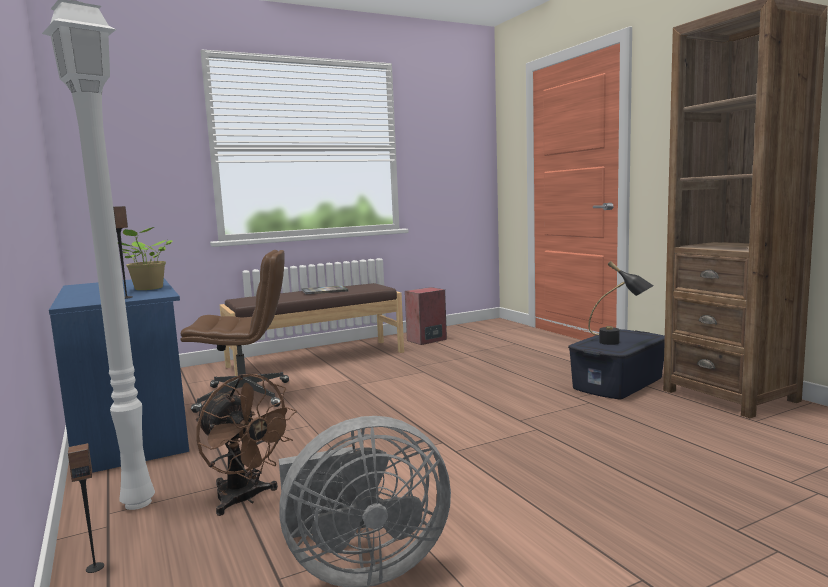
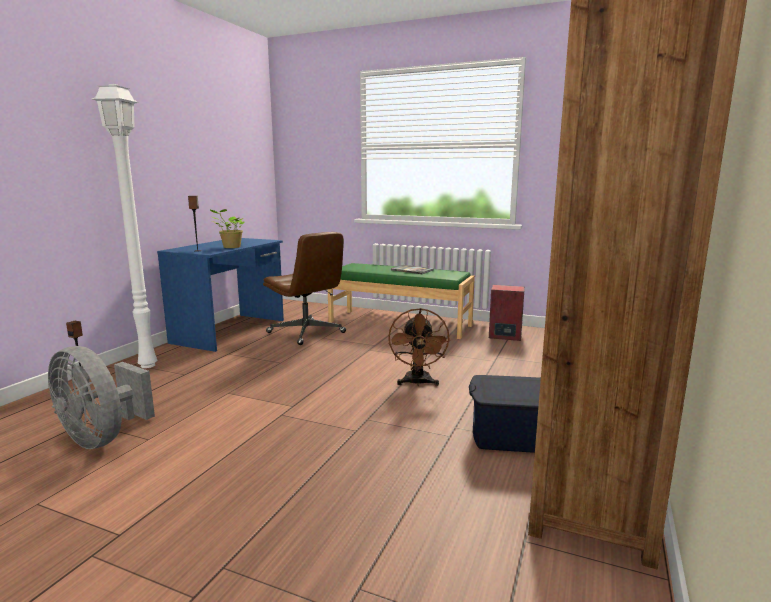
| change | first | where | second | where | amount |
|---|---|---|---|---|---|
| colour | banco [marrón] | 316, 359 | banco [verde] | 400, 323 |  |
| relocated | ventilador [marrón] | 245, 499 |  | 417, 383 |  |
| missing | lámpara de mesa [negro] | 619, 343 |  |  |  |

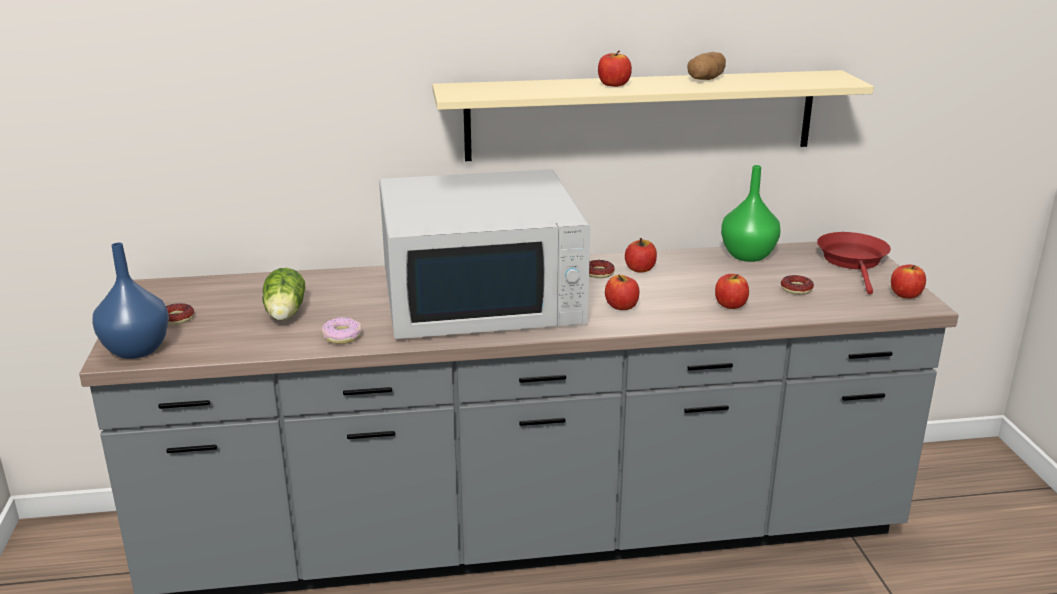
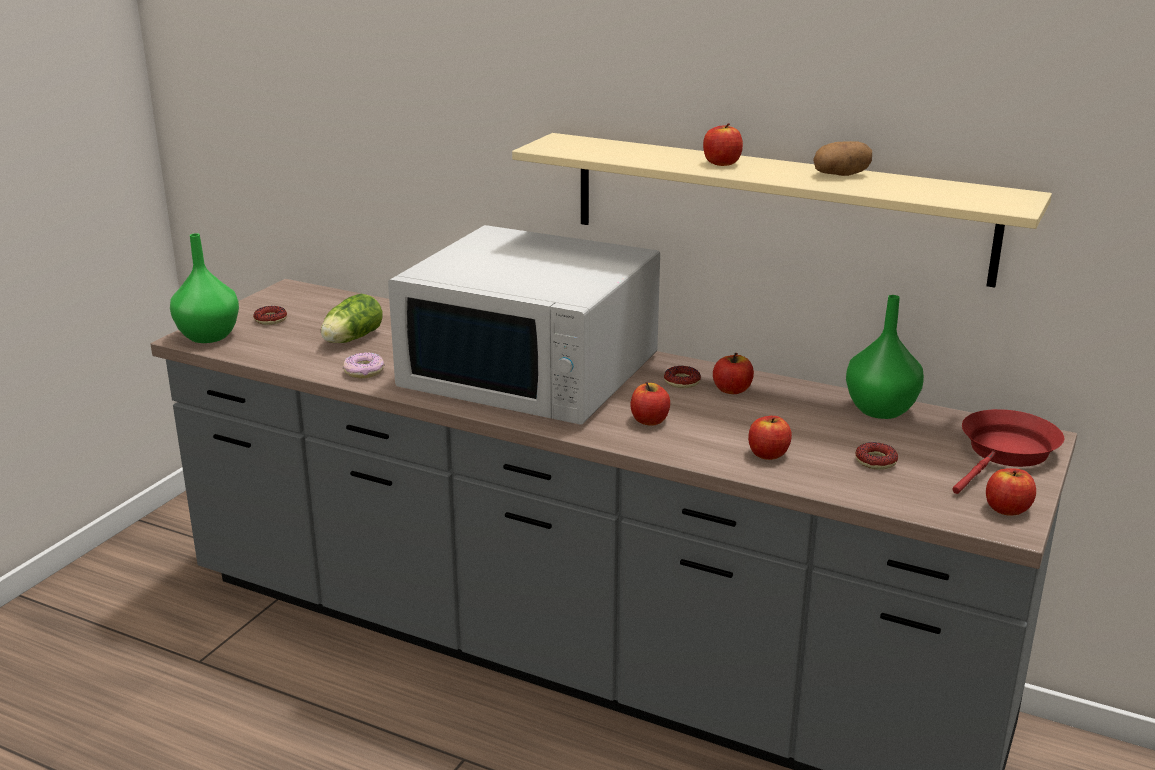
| change | first | where | second | where | amount |
|---|---|---|---|---|---|
| colour | florero [azul] | 137, 350 | florero [verde] | 208, 337 |  |

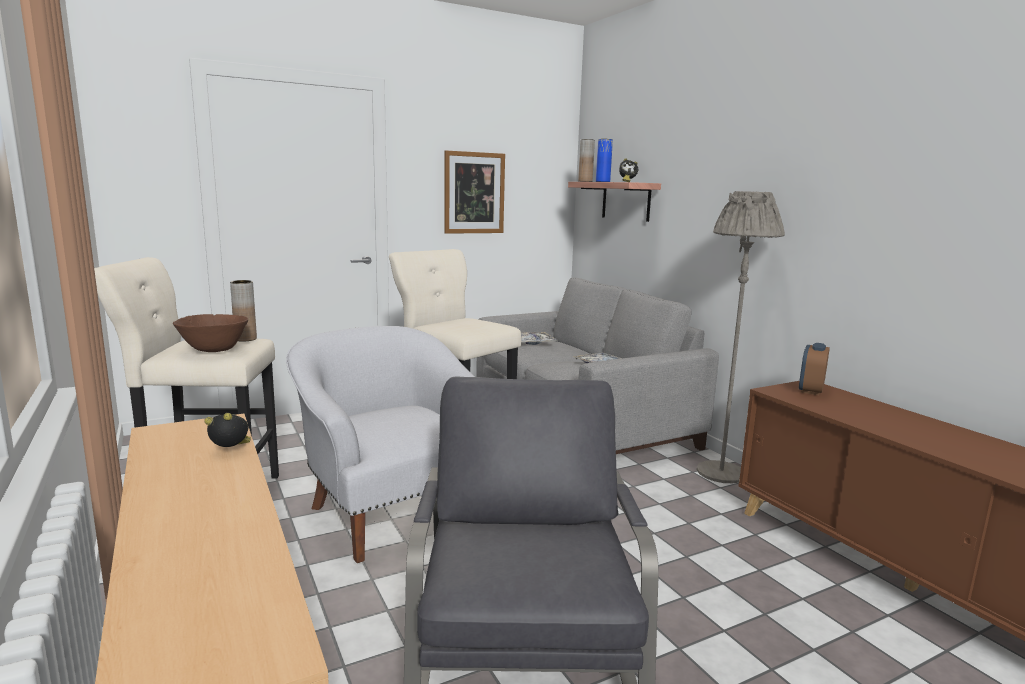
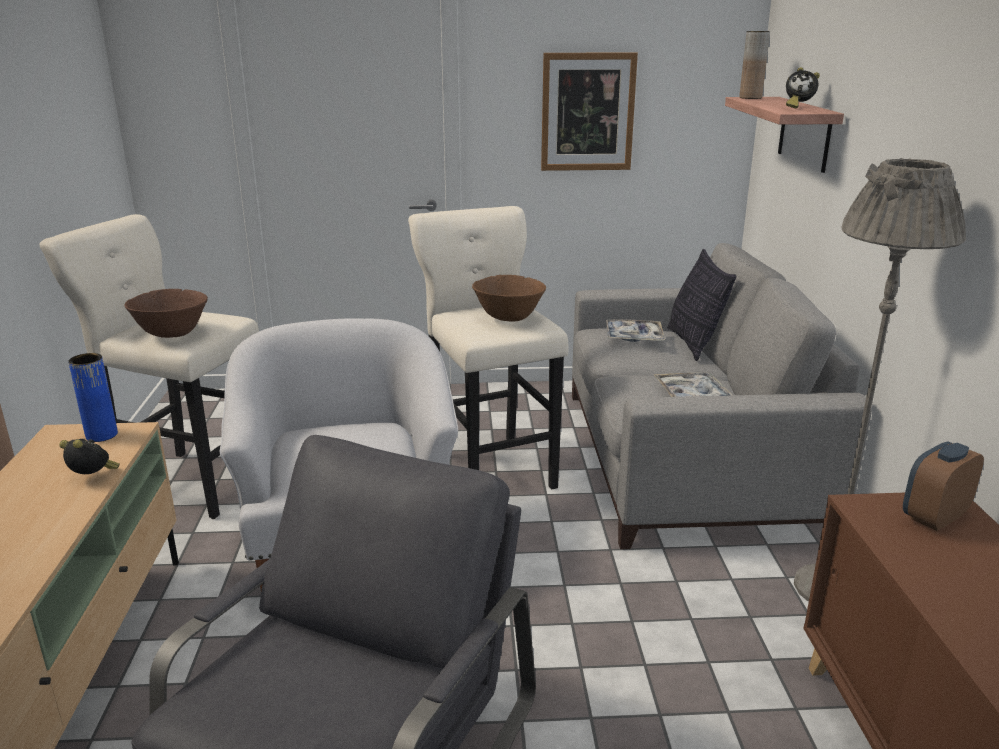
| change | first | where | second | where | amount |
|---|---|---|---|---|---|
| relocated | florero [azul] | 602, 182 |  | 101, 435 |  |
| appeared |  |  | cuenco [marrón] | 508, 318 |  |
| appeared |  |  | cojín | 694, 344 |  |
| missing | florero [marrón] | 245, 339 |  |  |  |

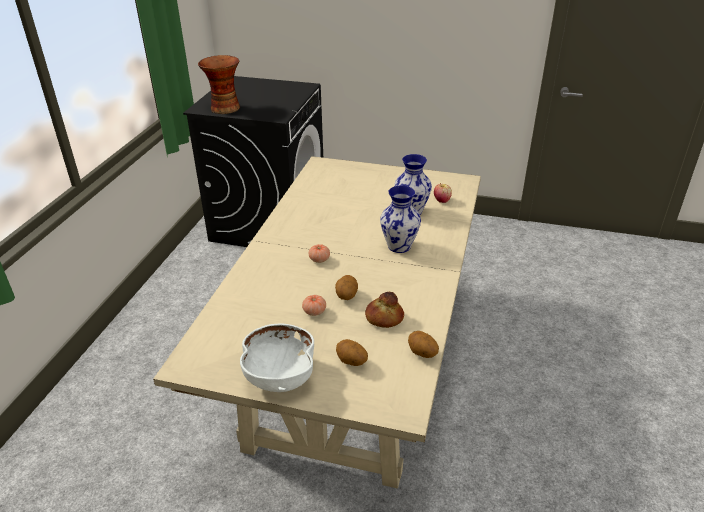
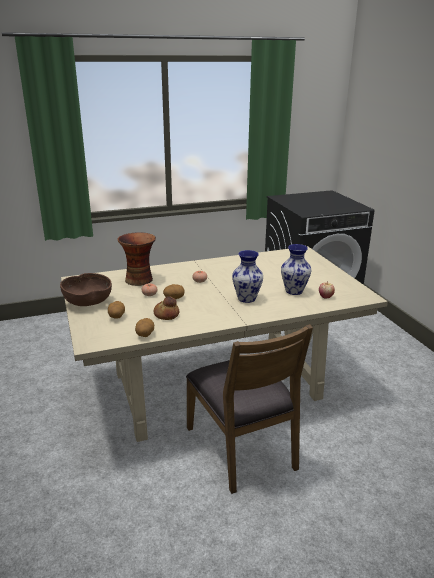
| change | first | where | second | where | amount |
|---|---|---|---|---|---|
| colour | cuenco [blanco] | 279, 375 | cuenco [marrón] | 88, 302 |  |
| relocated | florero | 224, 108 |  | 139, 279 |  |
| appeared |  |  | silla [marrón] | 242, 447 |  |

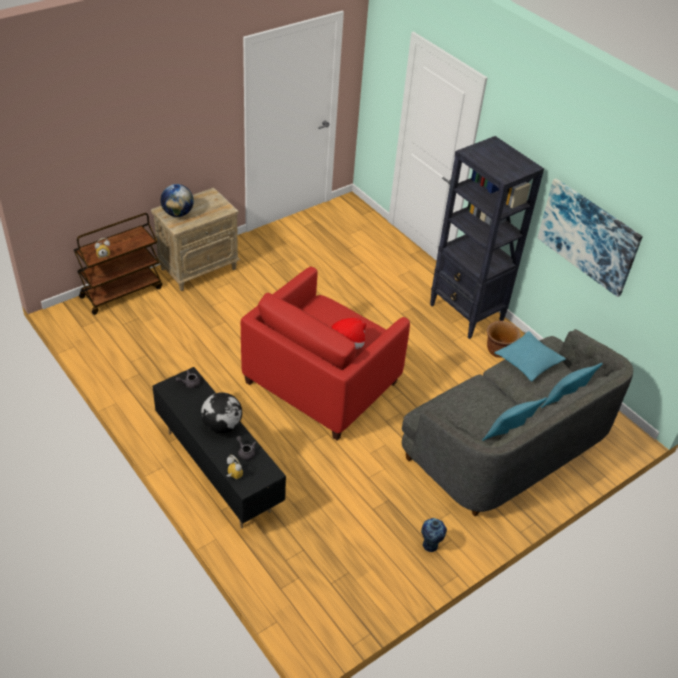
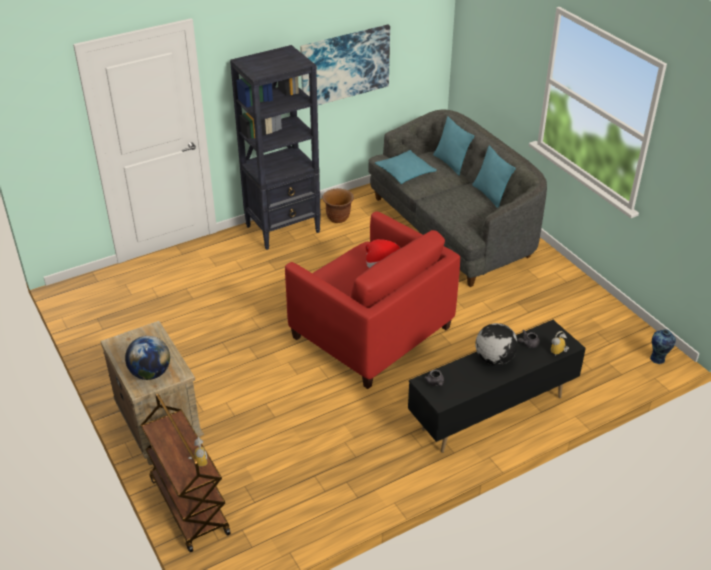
| change | first | where | second | where | amount |
|---|---|---|---|---|---|
| relocated | florero | 430, 546 |  | 658, 359 |  |

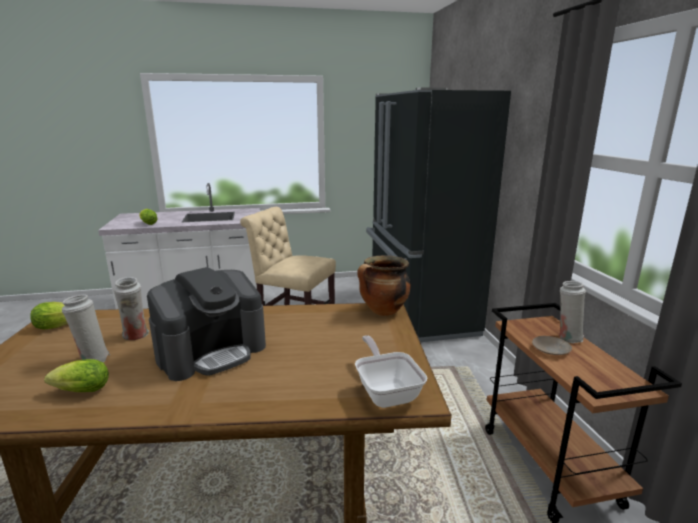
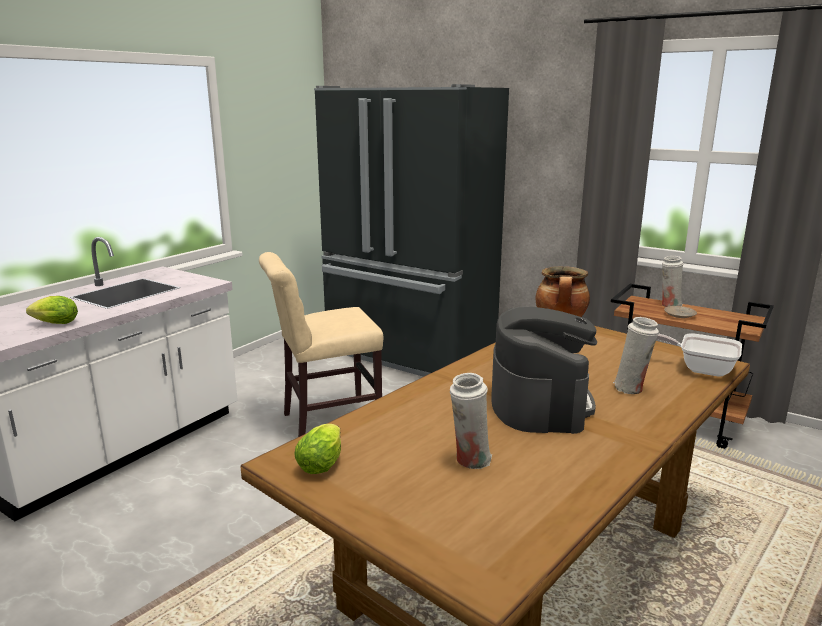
| change | first | where | second | where | amount |
|---|---|---|---|---|---|
| relocated | florero [blanco] | 136, 336 |  | 631, 389 |  |
| missing | lechuga | 79, 391 |  |  |  |

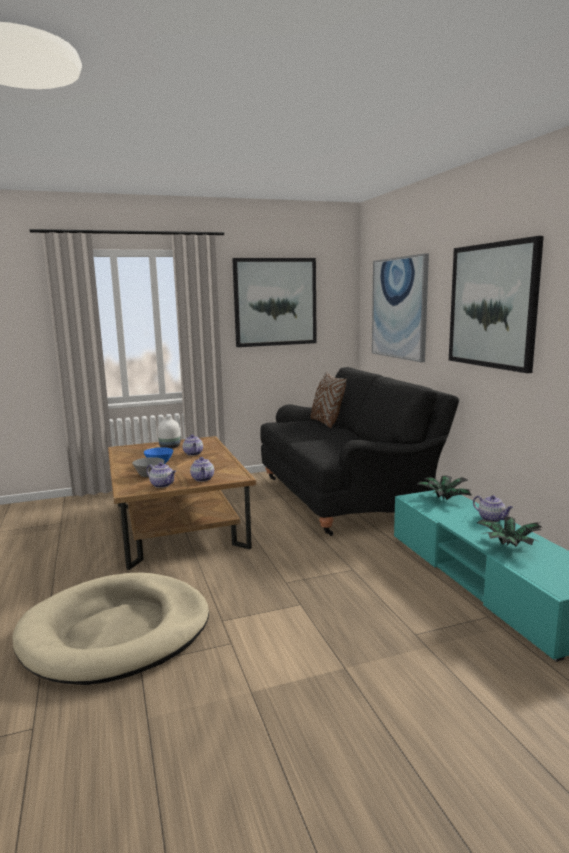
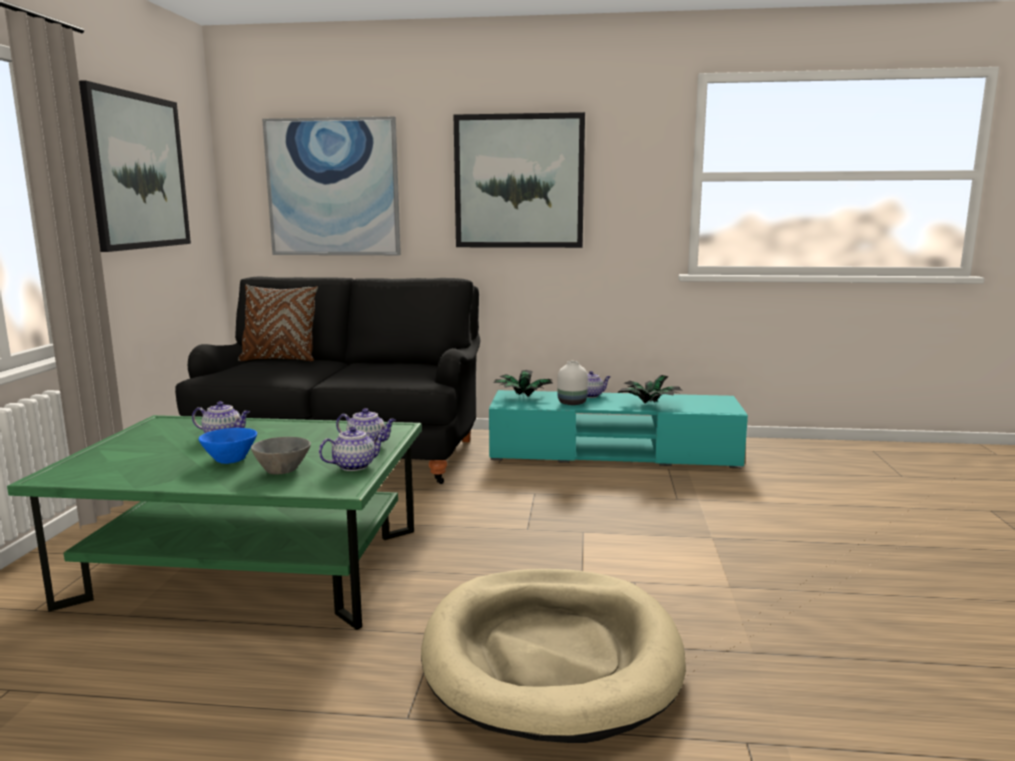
| change | first | where | second | where | amount |
|---|---|---|---|---|---|
| colour | mesa de centro [marrón] | 178, 525 | mesa de centro [verde] | 250, 566 |  |
| relocated | florero [blanco] | 169, 447 |  | 571, 403 |  |

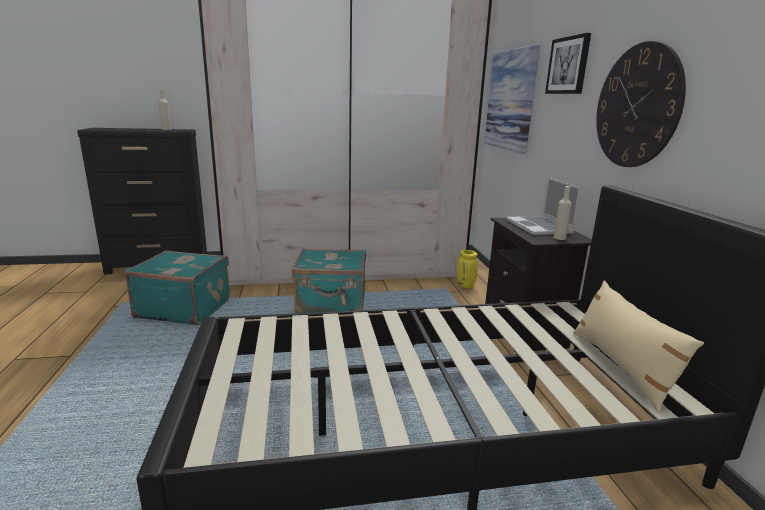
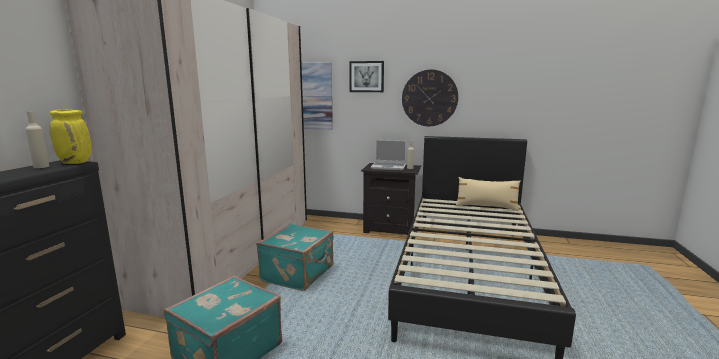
| change | first | where | second | where | amount |
|---|---|---|---|---|---|
| relocated | florero [amarillo] | 466, 286 |  | 76, 163 |  |

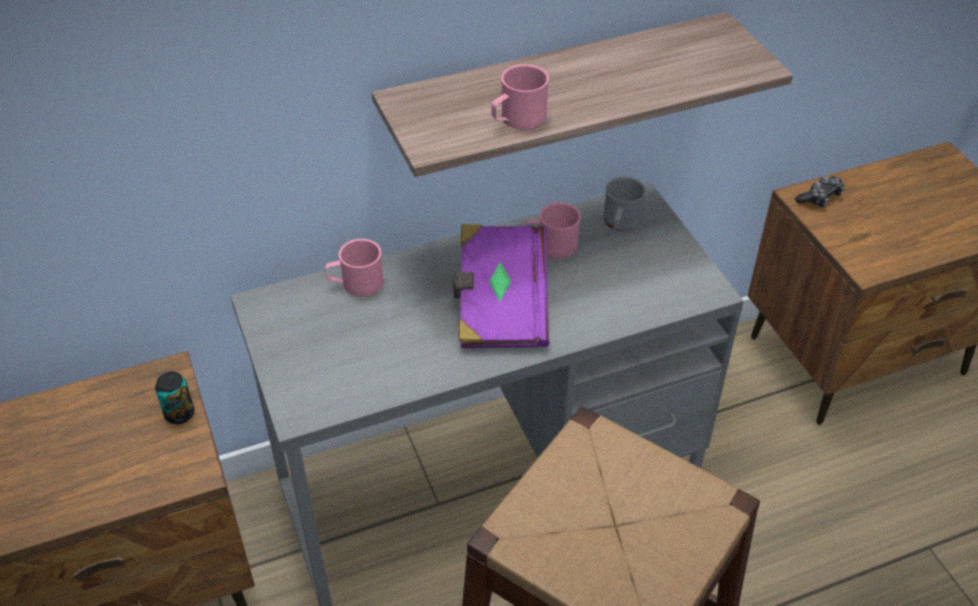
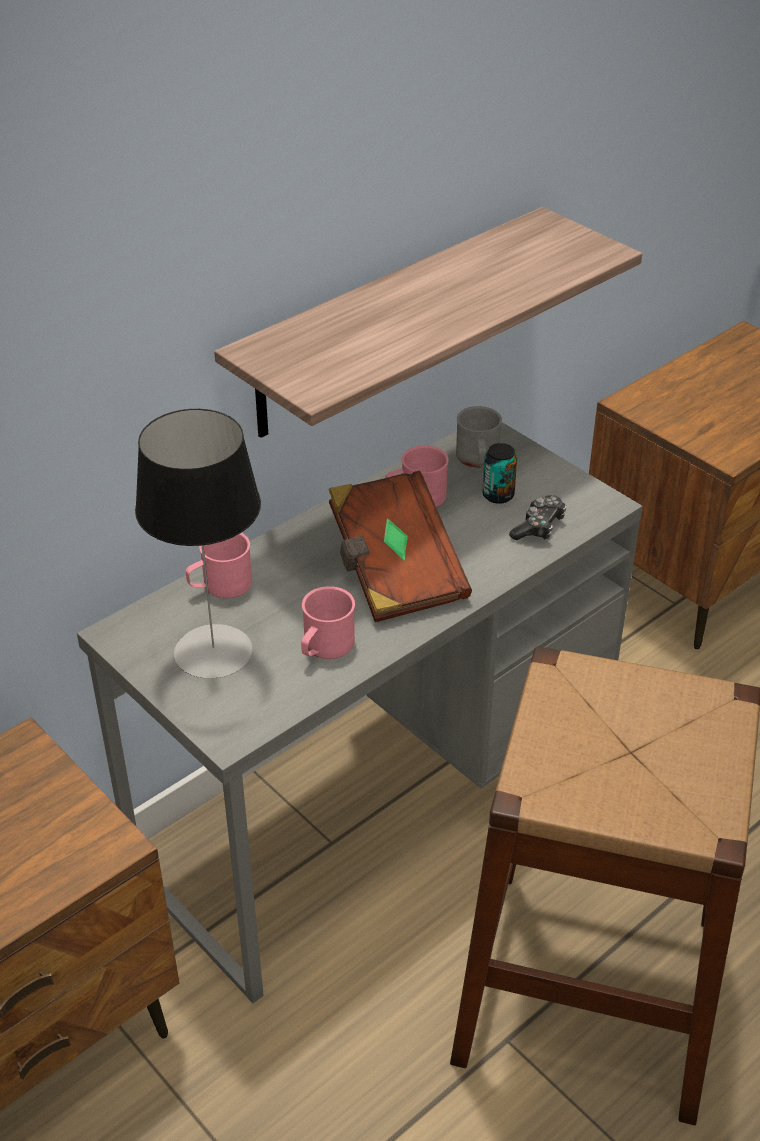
| change | first | where | second | where | amount |
|---|---|---|---|---|---|
| appeared |  |  | lámpara de mesa | 213, 651 |  |
| relocated | taza grande [rosa] | 517, 119 |  | 324, 647 |  |
| colour | libro [morado] | 500, 306 | libro [marrón] | 394, 570 |  |
| relocated | lata | 179, 414 |  | 498, 495 |  |
| relocated | mando de consola | 820, 198 |  | 538, 526 |  |

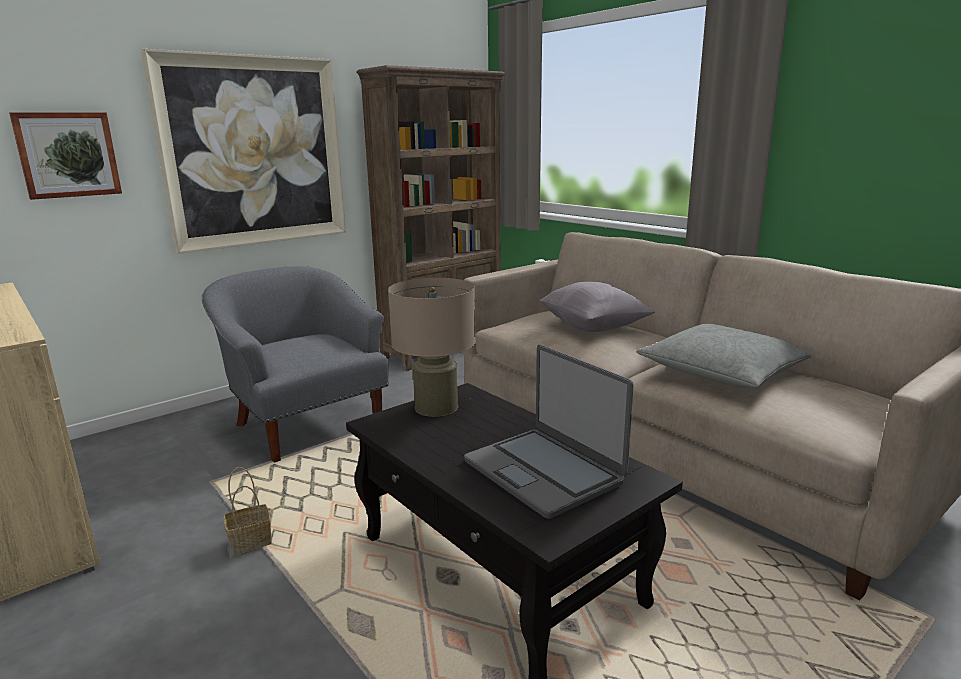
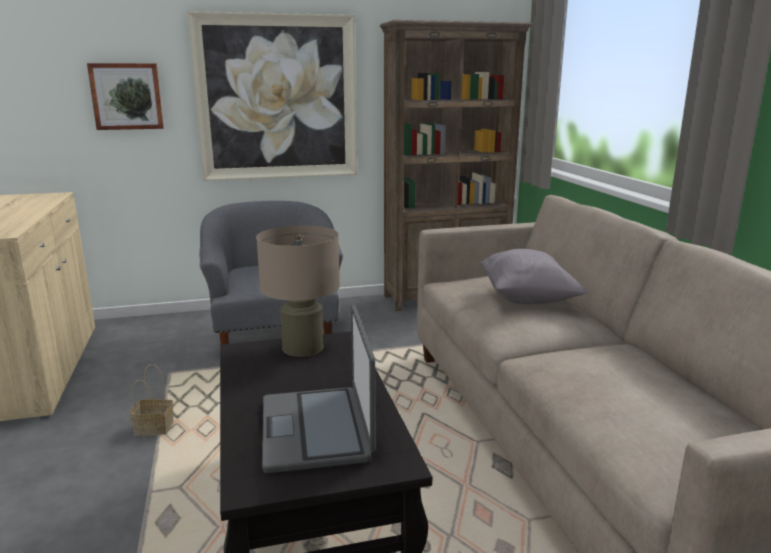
| change | first | where | second | where | amount |
|---|---|---|---|---|---|
| missing | cojín [gris] | 722, 371 |  |  |  |

